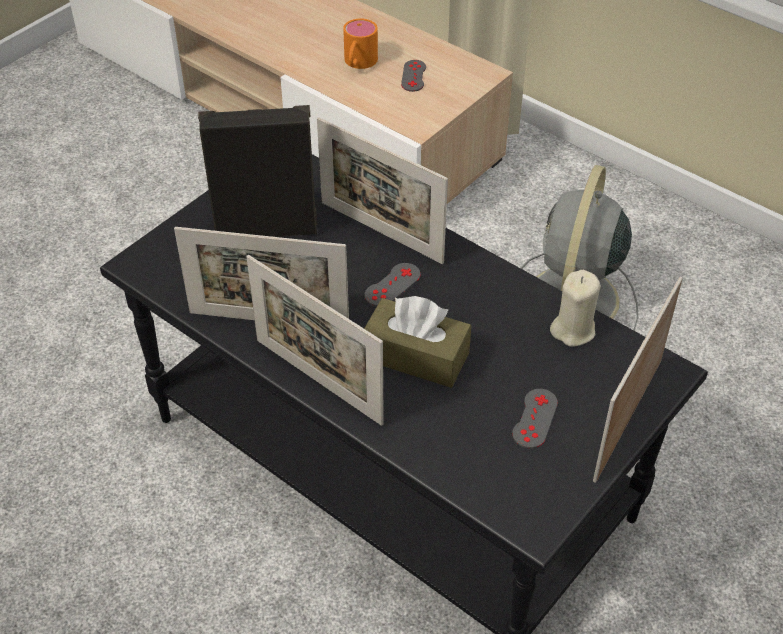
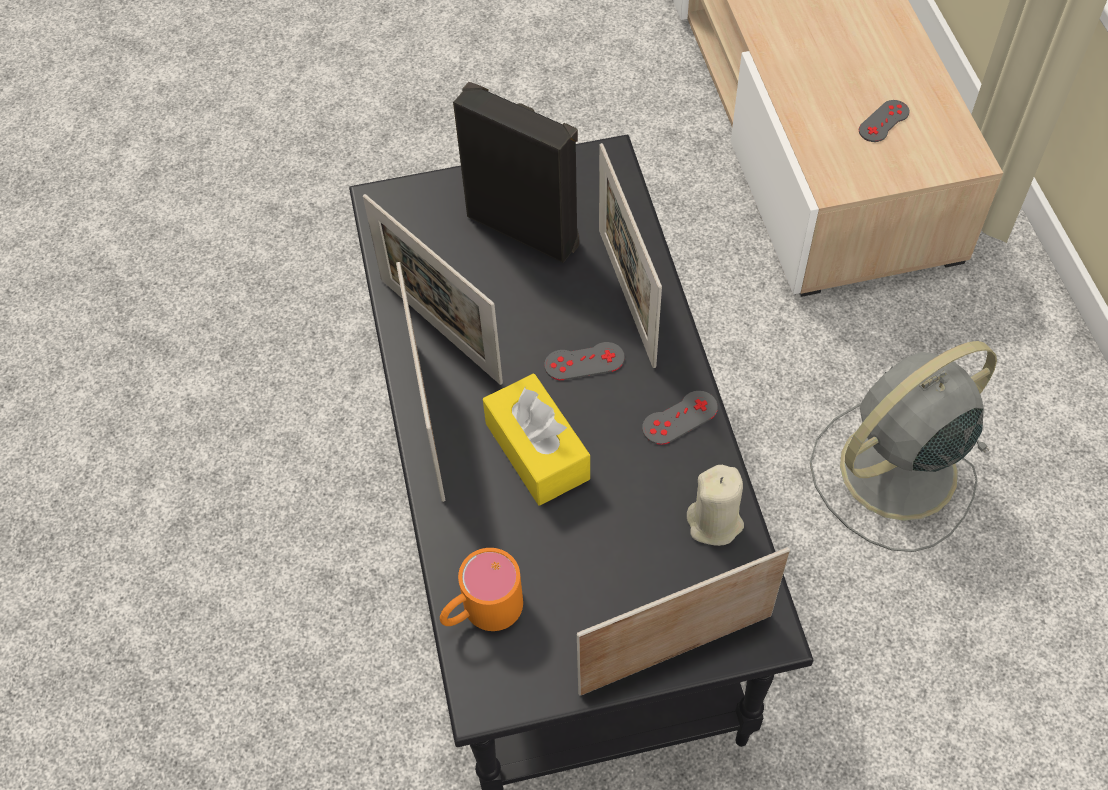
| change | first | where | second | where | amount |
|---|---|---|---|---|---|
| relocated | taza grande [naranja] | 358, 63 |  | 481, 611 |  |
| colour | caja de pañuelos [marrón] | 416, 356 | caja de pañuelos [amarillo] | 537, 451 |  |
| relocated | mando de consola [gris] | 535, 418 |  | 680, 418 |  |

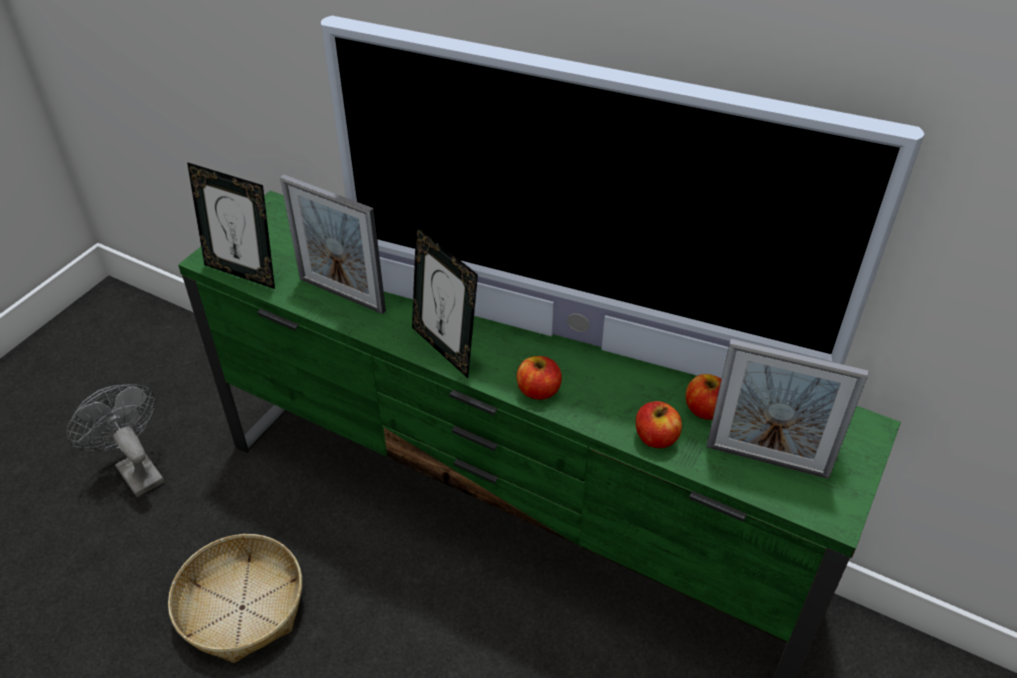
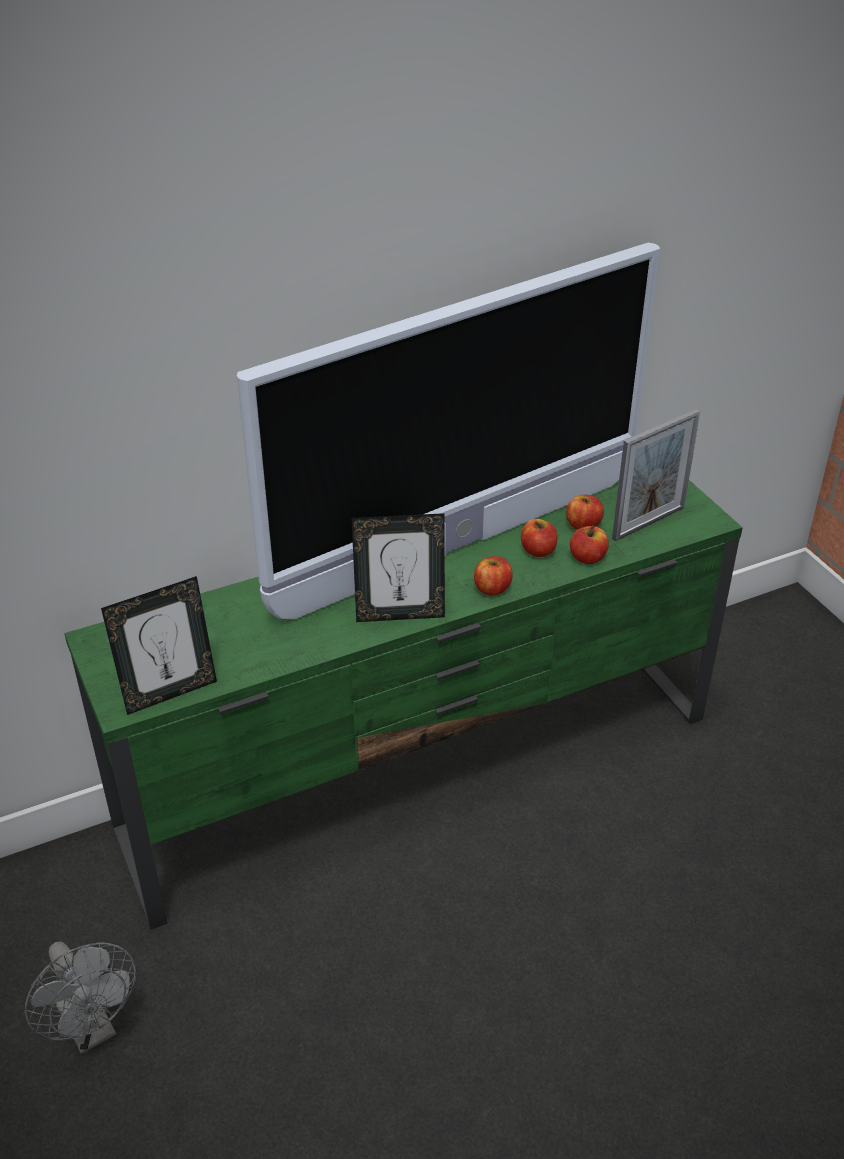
| change | first | where | second | where | amount |
|---|---|---|---|---|---|
| spun | ventilador [gris] | 135, 469 |  | 92, 1029 | 120 degrees counterclockwise |
| appeared |  |  | manzana | 538, 551 |  |
| missing | cesta | 243, 607 |  |  |  |
| missing | portarretratos | 342, 295 |  |  |  |

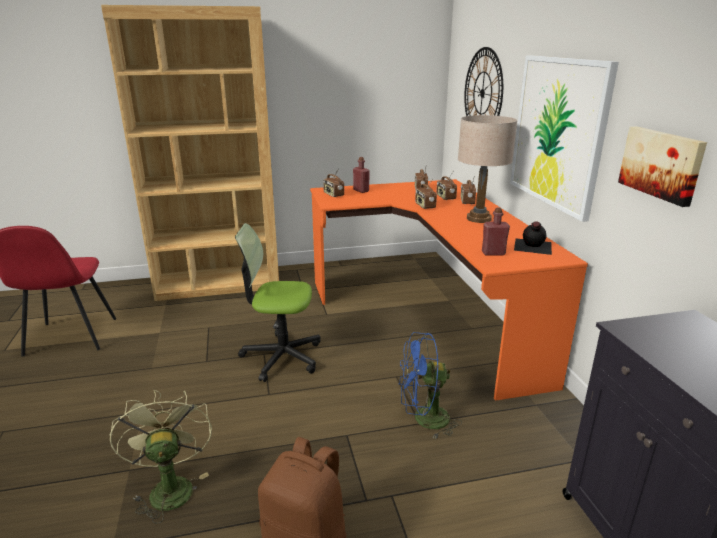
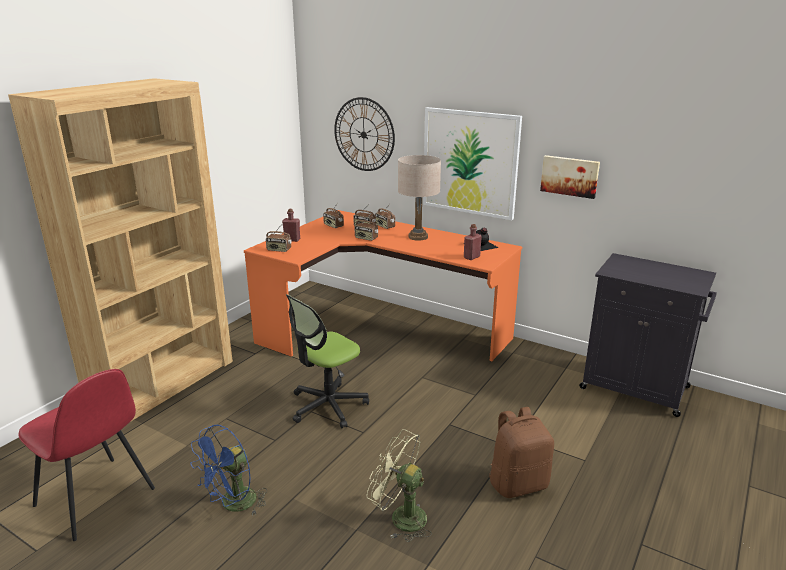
| change | first | where | second | where | amount |
|---|---|---|---|---|---|
| relocated | ventilador [azul] | 424, 419 |  | 233, 505 |  |

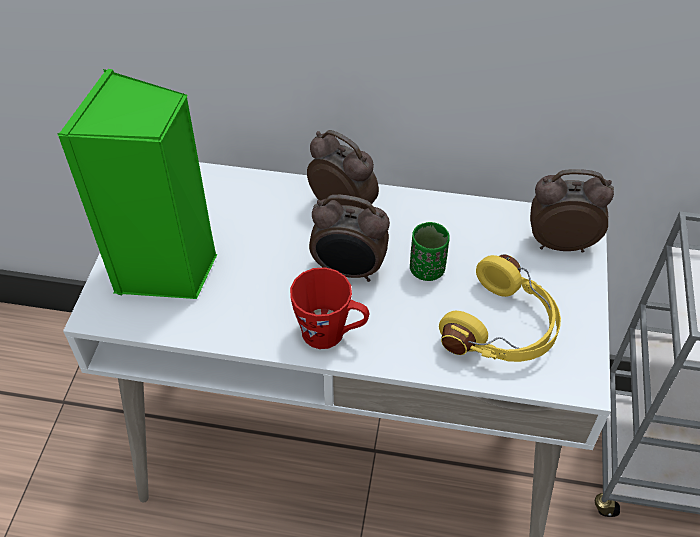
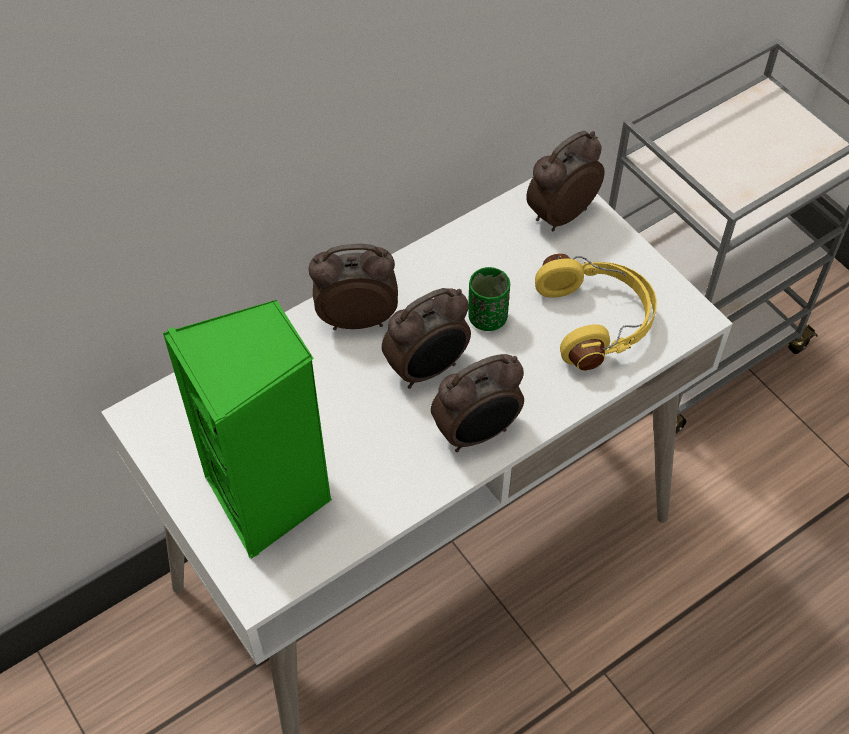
| change | first | where | second | where | amount |
|---|---|---|---|---|---|
| exchanged | taza grande [rojo] | 331, 333 | despertador | 477, 433 |  |

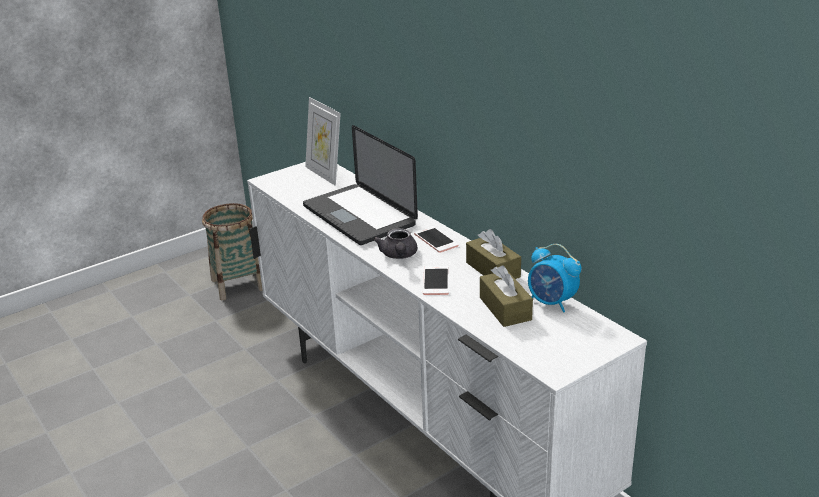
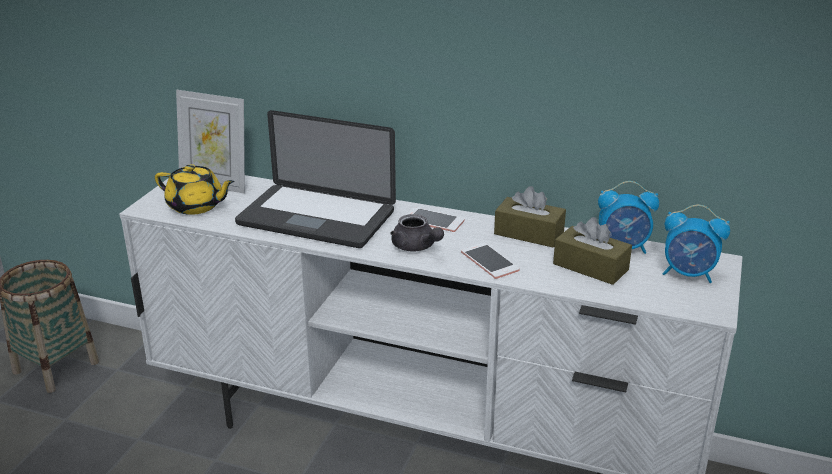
| change | first | where | second | where | amount |
|---|---|---|---|---|---|
| appeared |  |  | tetera [amarillo] | 196, 206 |  |
| appeared |  |  | despertador | 688, 274 |  |

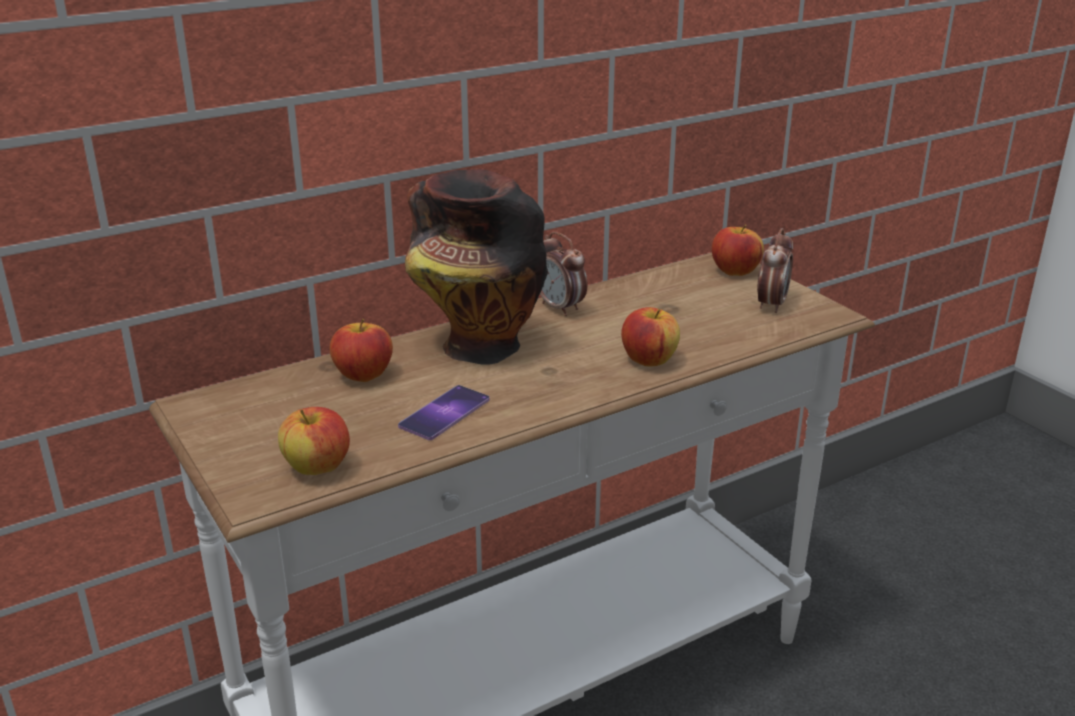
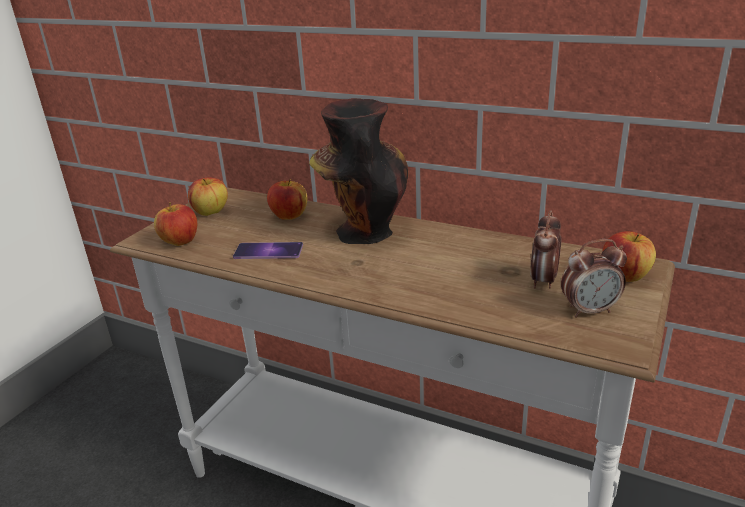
| change | first | where | second | where | amount |
|---|---|---|---|---|---|
| relocated | manzana | 649, 360 |  | 211, 212 |  |
| relocated | despertador | 560, 308 |  | 543, 281 |  |

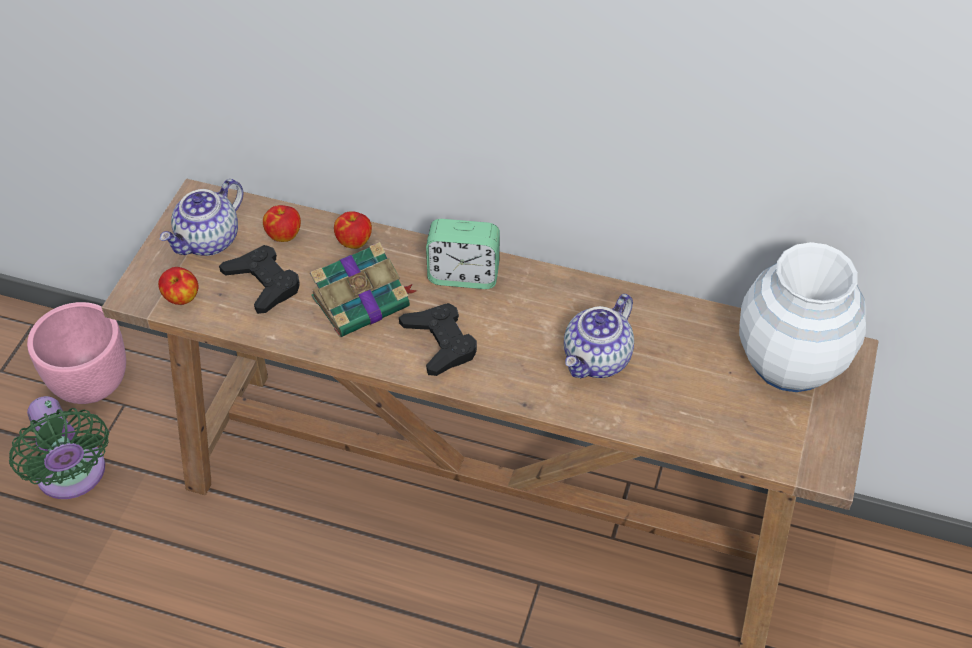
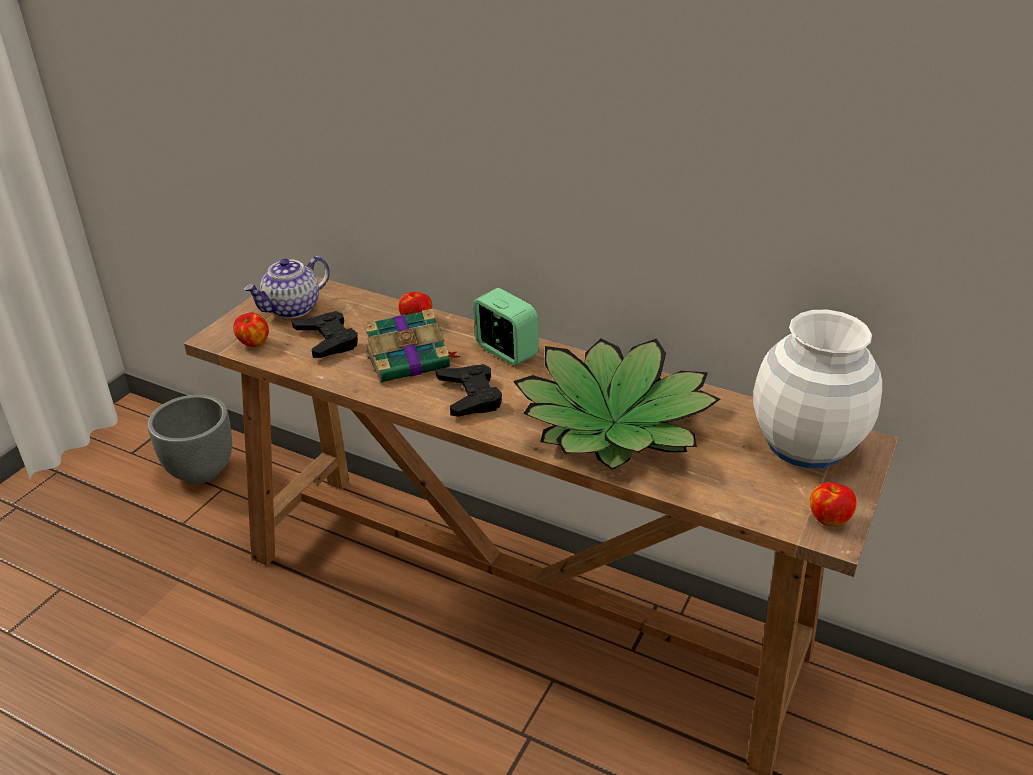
| change | first | where | second | where | amount |
|---|---|---|---|---|---|
| colour | maceta [rosa] | 91, 386 | maceta [gris] | 200, 472 |  |
| spun | despertador | 463, 275 |  | 506, 351 | 150 degrees counterclockwise |
| exchanged | tetera | 597, 360 | planta en maceta | 614, 423 |  |
| relocated | manzana | 284, 234 |  | 828, 518 |  |
| missing | ventilador [verde] | 73, 476 |  |  |  |

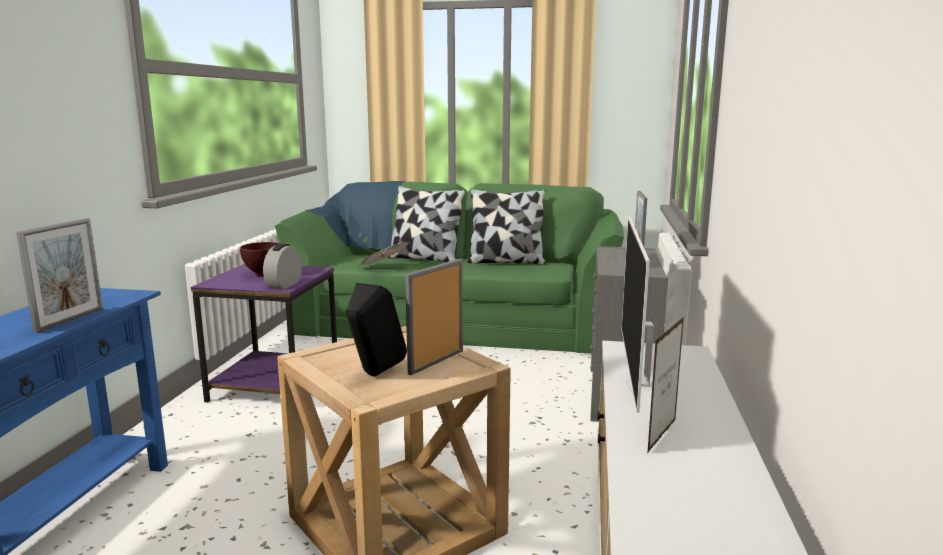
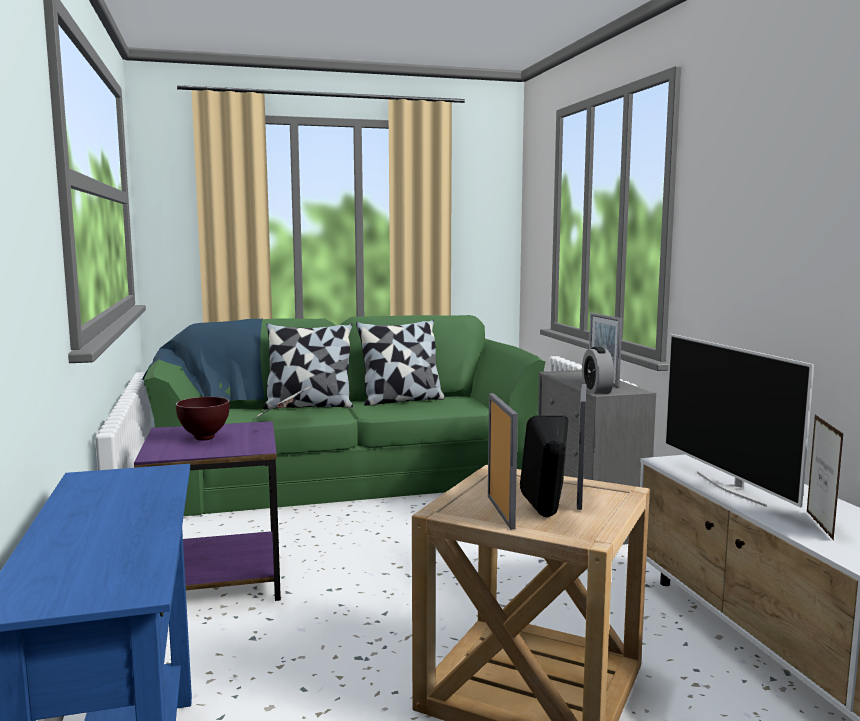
| change | first | where | second | where | amount |
|---|---|---|---|---|---|
| relocated | portarretratos | 70, 320 |  | 500, 511 |  |
| relocated | despertador | 284, 285 |  | 596, 390 |  |

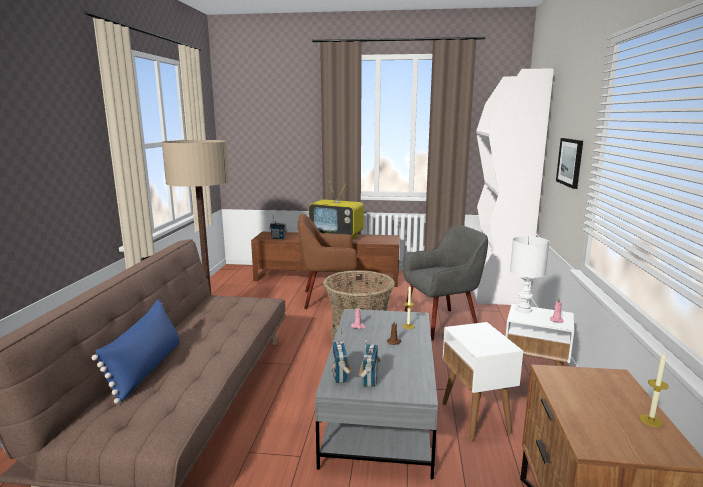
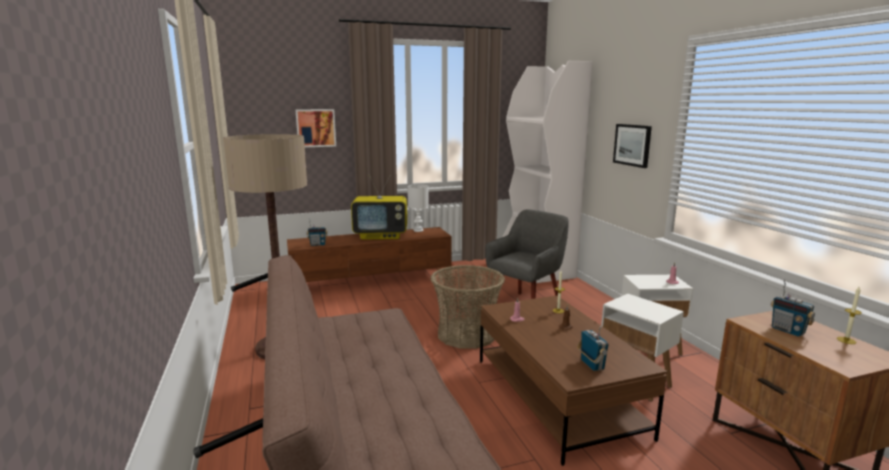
| change | first | where | second | where | amount |
|---|---|---|---|---|---|
| appeared |  |  | cuadro | 316, 128 |  |
| relocated | lámpara de mesa [blanco] | 524, 310 |  | 419, 230 |  |
| colour | mesa de centro [gris] | 380, 410 | mesa de centro [marrón] | 556, 396 |  |
| relocated | radio | 340, 376 |  | 788, 330 |  |
| missing | cojín [azul] | 146, 369 |  |  |  |
| missing | sillón [marrón] | 328, 299 |  |  |  |

